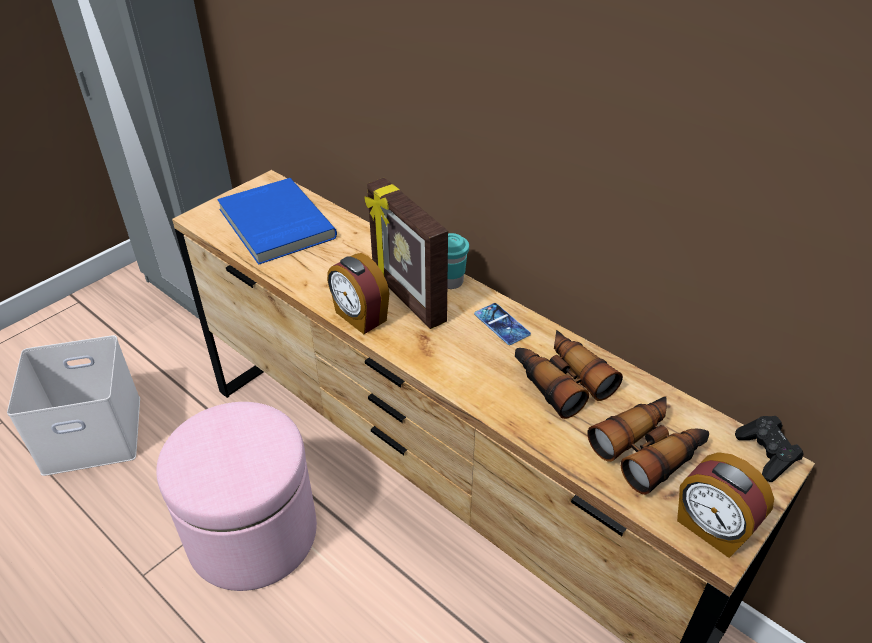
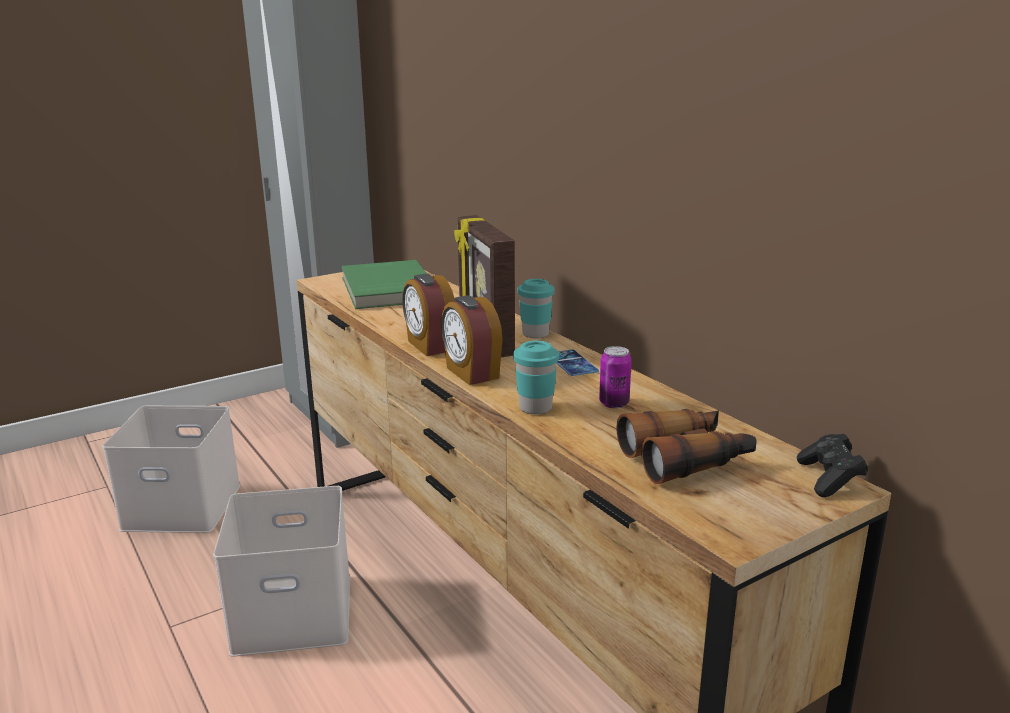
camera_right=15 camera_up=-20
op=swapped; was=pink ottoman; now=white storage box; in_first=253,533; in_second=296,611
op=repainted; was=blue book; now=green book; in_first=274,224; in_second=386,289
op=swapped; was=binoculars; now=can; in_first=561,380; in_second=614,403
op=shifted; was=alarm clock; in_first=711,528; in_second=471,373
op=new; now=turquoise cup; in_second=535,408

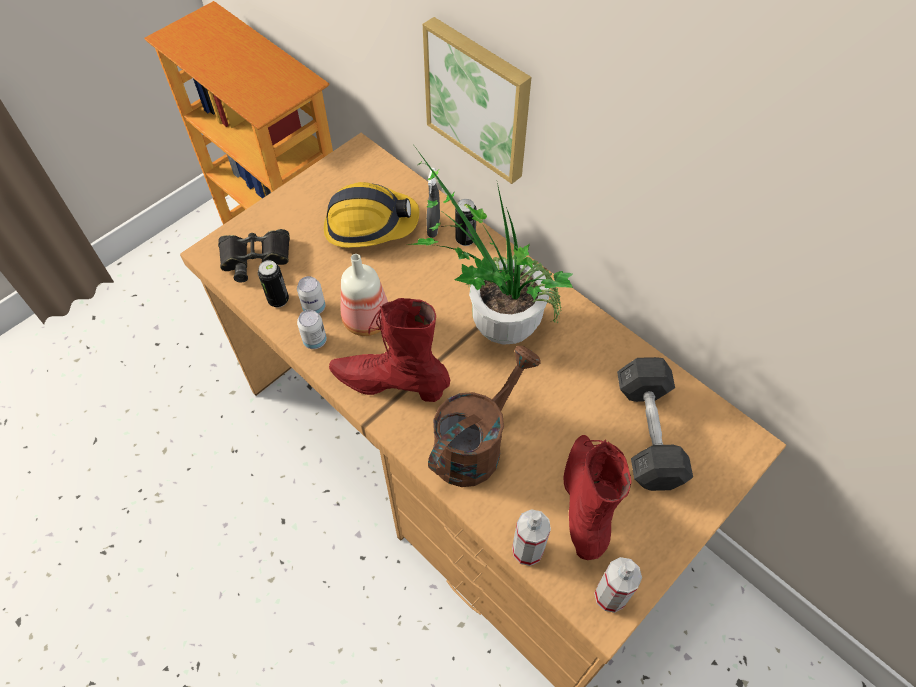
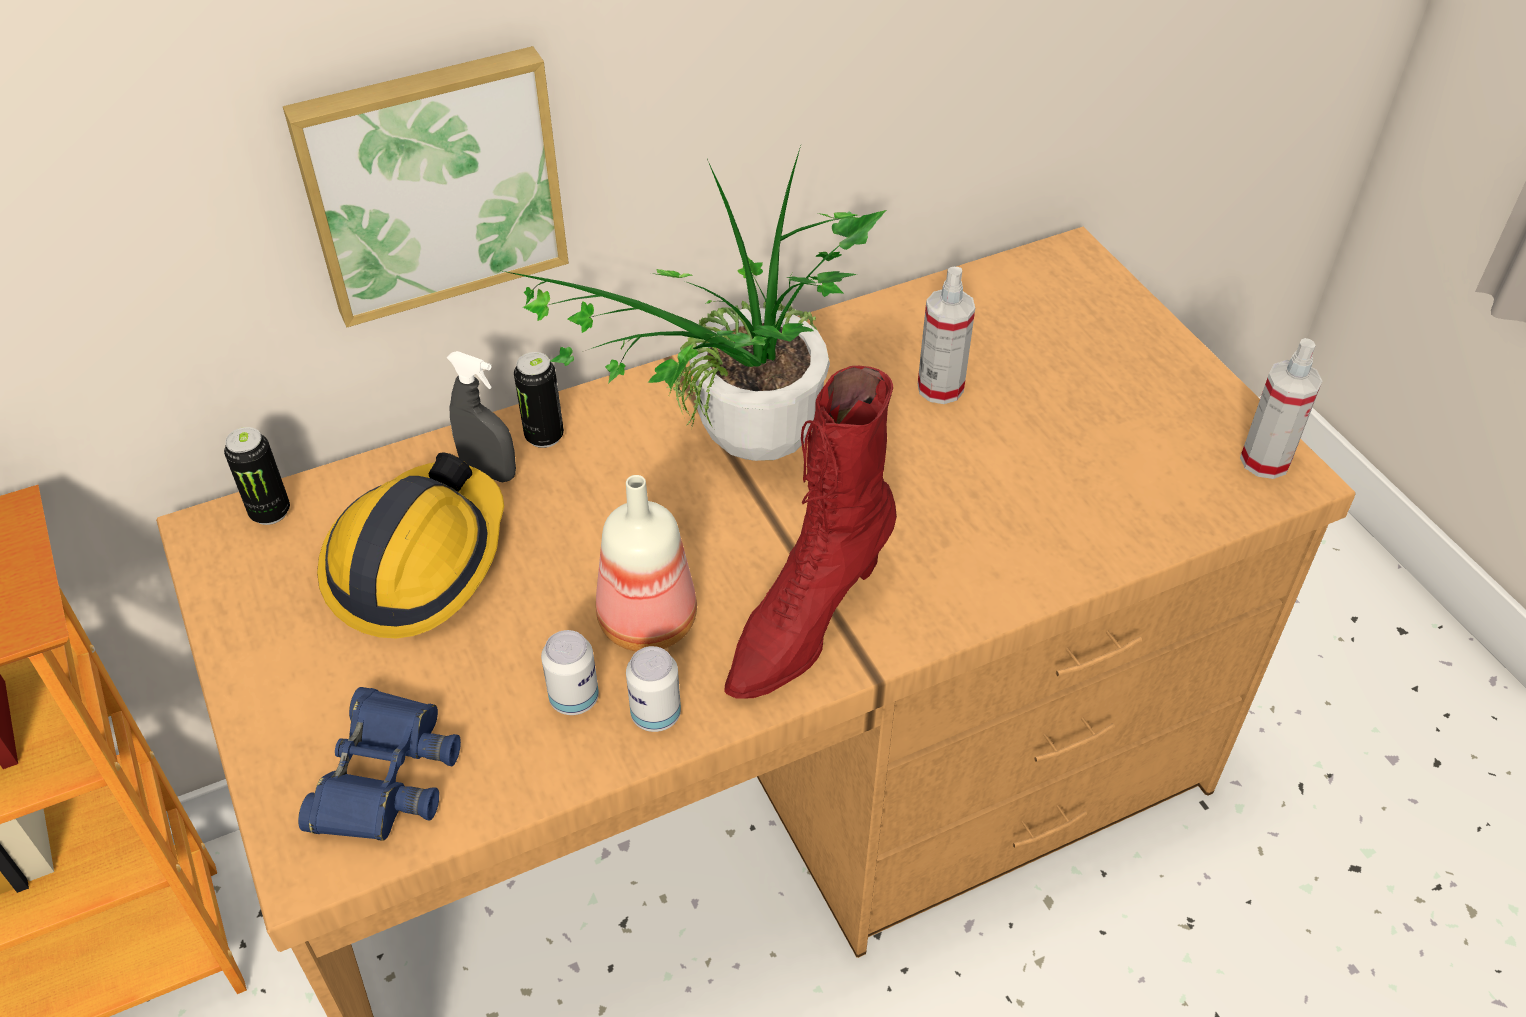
camera_right=-70 camera_up=-10
op=repainted; was=black binoculars; now=blue binoculars; in_first=256,259; in_second=384,775
op=shifted; was=can; in_first=278,300; in_second=270,512
op=gone; was=brown watering can; in_first=475,444
op=shifted; was=spray bottle; in_first=527,550; in_second=940,388
op=gone; was=red boot; in_first=584,503
op=gone; was=grey dumbbell; in_first=648,433

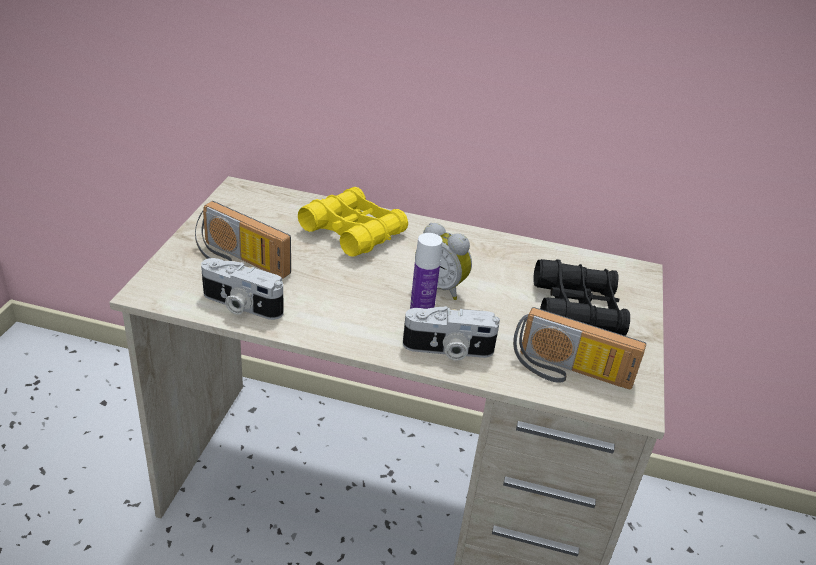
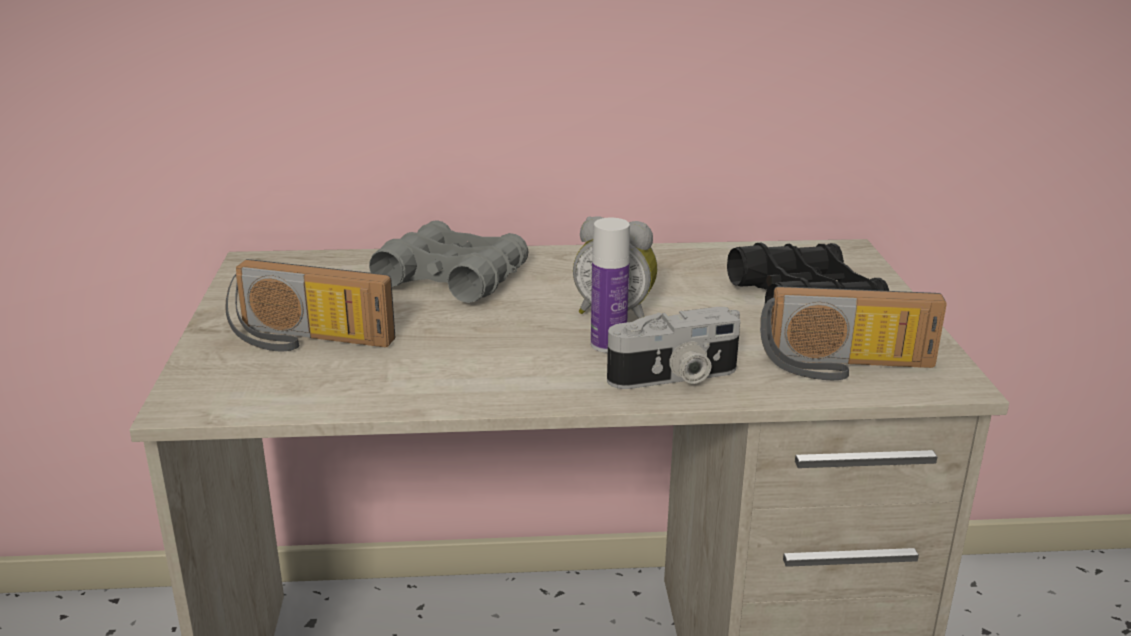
camera_right=-15 camera_up=-10
op=gone; was=photo camera; in_first=240,305
op=repainted; was=yellow binoculars; now=grey binoculars; in_first=353,231; in_second=452,278

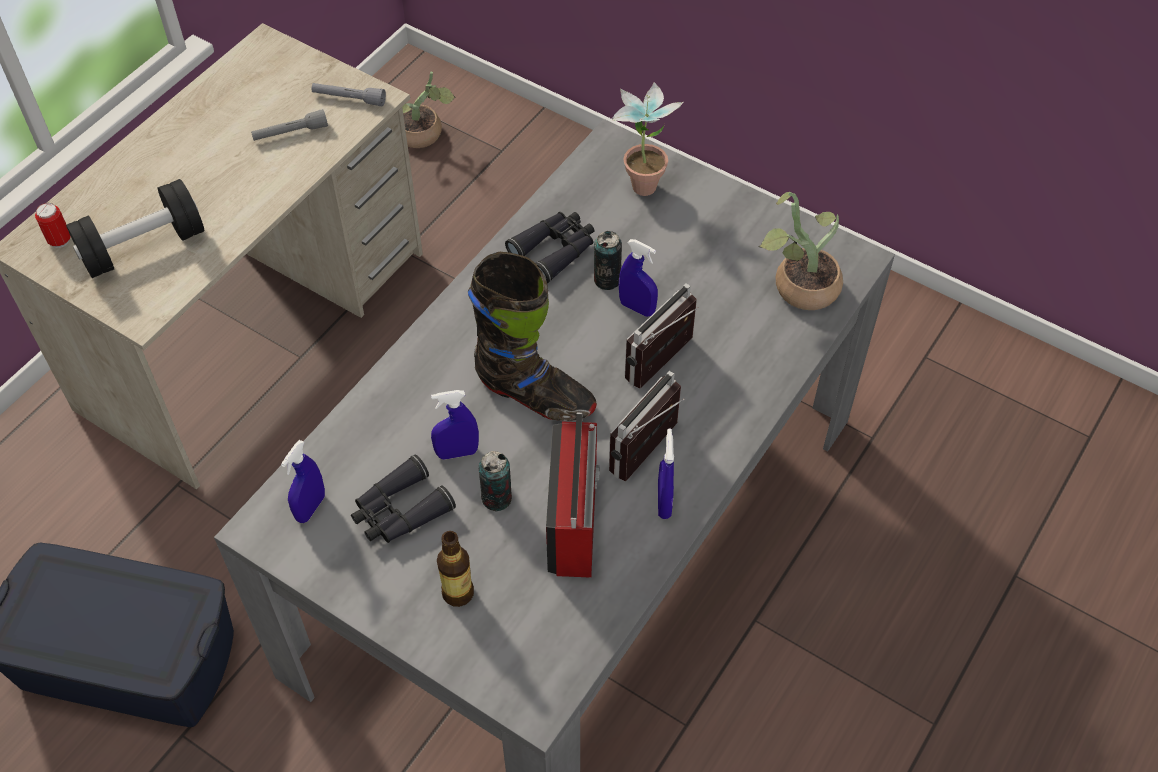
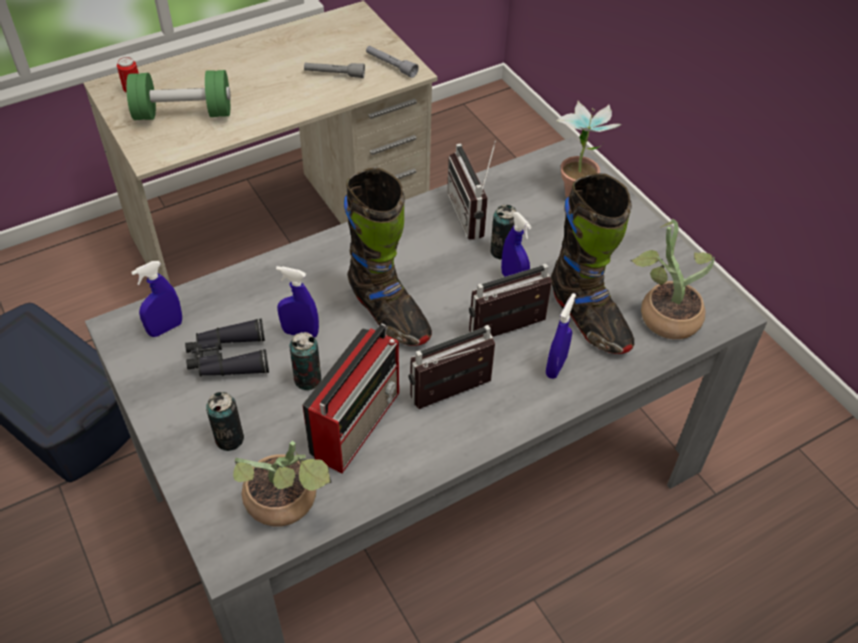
camera_right=25 camera_up=-5
op=repainted; was=black dumbbell; now=green dumbbell; in_first=143,247; in_second=183,113
op=shifted; was=potted plant; in_first=424,135; in_second=286,504
op=swapped; was=bottle; now=can; in_first=458,593; in_second=229,439
op=swapped; was=black binoculars; now=radio; in_first=555,250; in_second=474,215
op=shifted; was=blue spray bottle; in_first=664,502; in_second=556,366
op=new; now=black boot; in_second=588,320

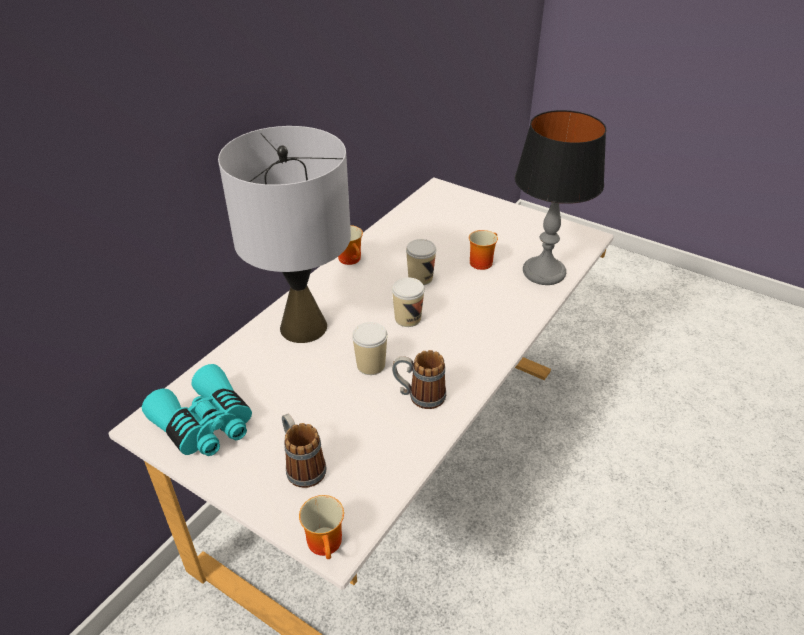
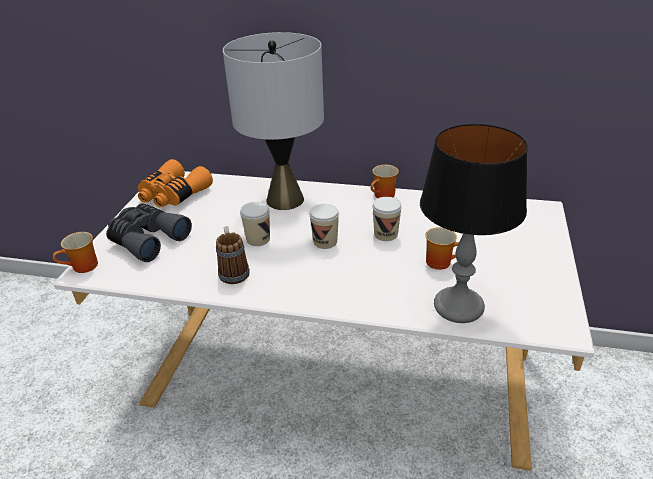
camera_right=70 camera_up=-5
op=repainted; was=turquoise binoculars; now=orange binoculars; in_first=205,425; in_second=173,195
op=swapped; was=mug; now=grey binoculars; in_first=302,466; in_second=147,239

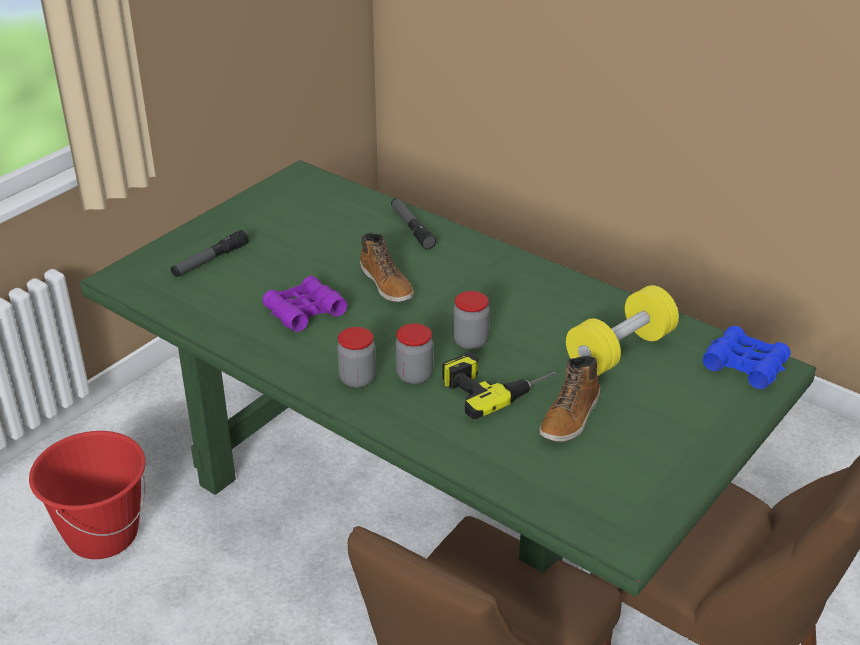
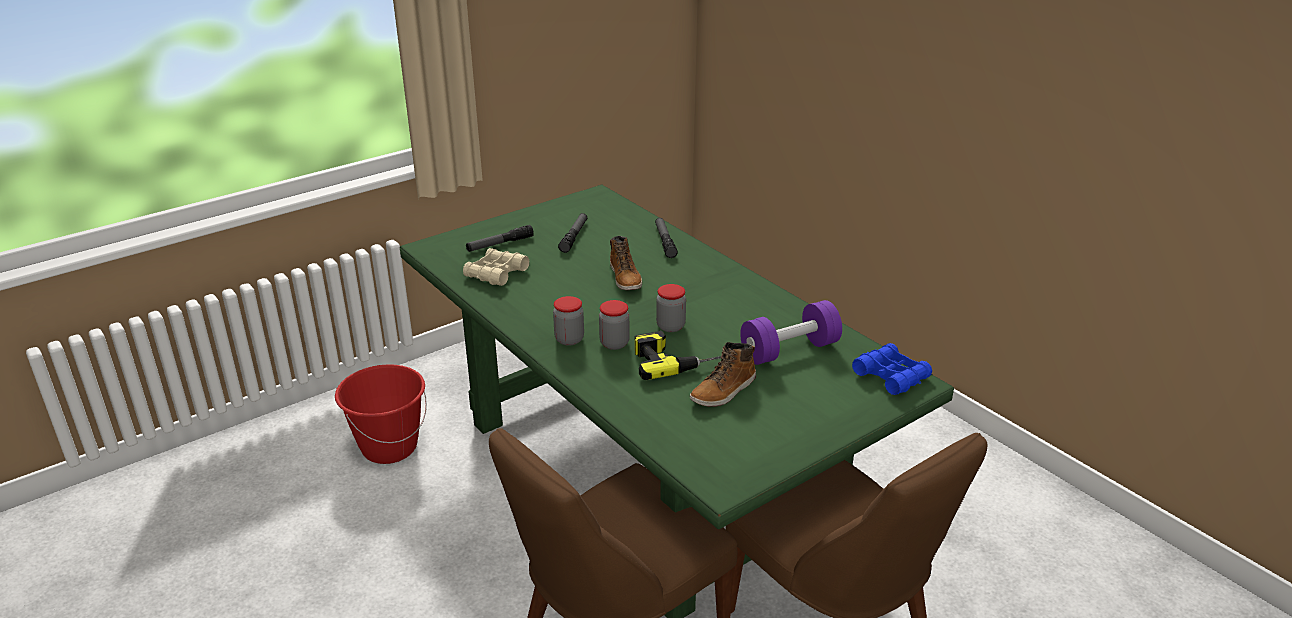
camera_right=15 camera_up=-5
op=gone; was=purple binoculars; in_first=304,312
op=repainted; was=yellow dumbbell; now=purple dumbbell; in_first=620,351; in_second=789,350
op=new; now=beige binoculars; in_second=496,274
op=new; now=flashlight; in_second=574,237

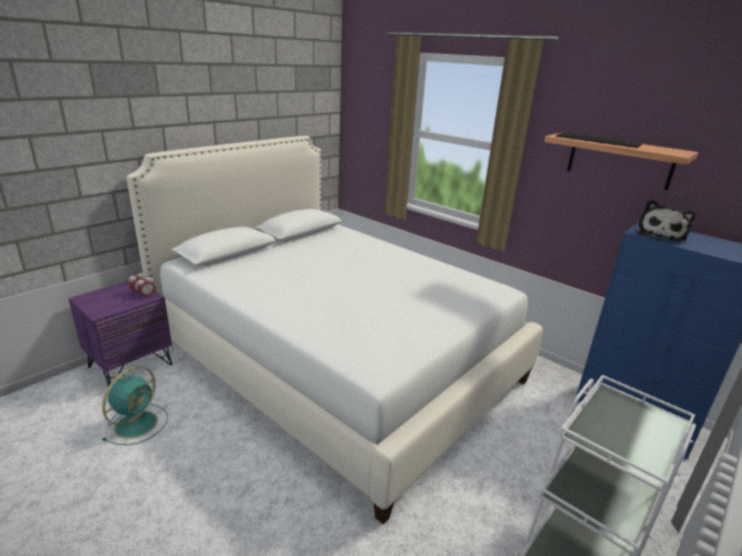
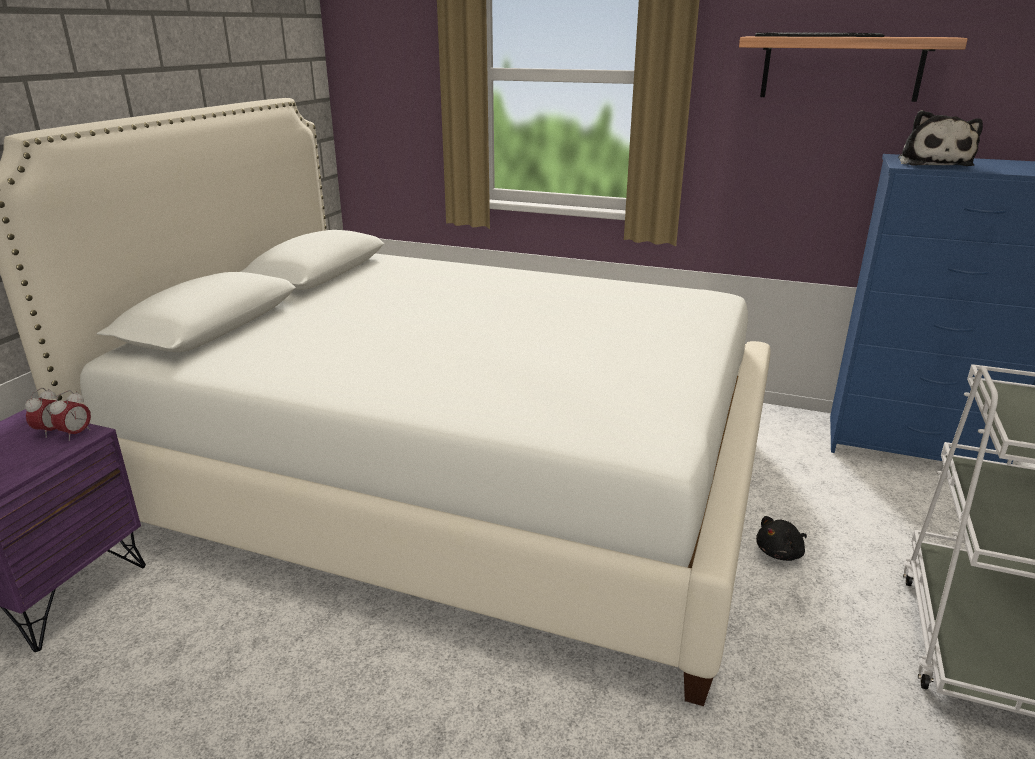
camera_right=-20 camera_up=0
op=gone; was=turquoise fan; in_first=137,423
op=new; now=black plush toy; in_second=780,553

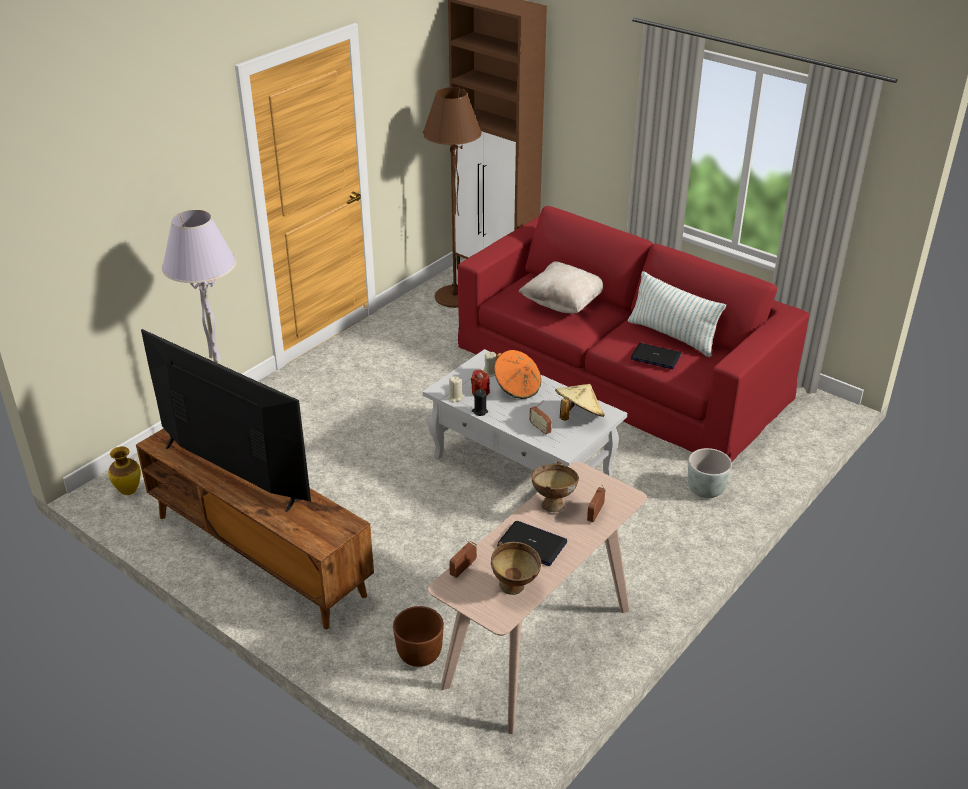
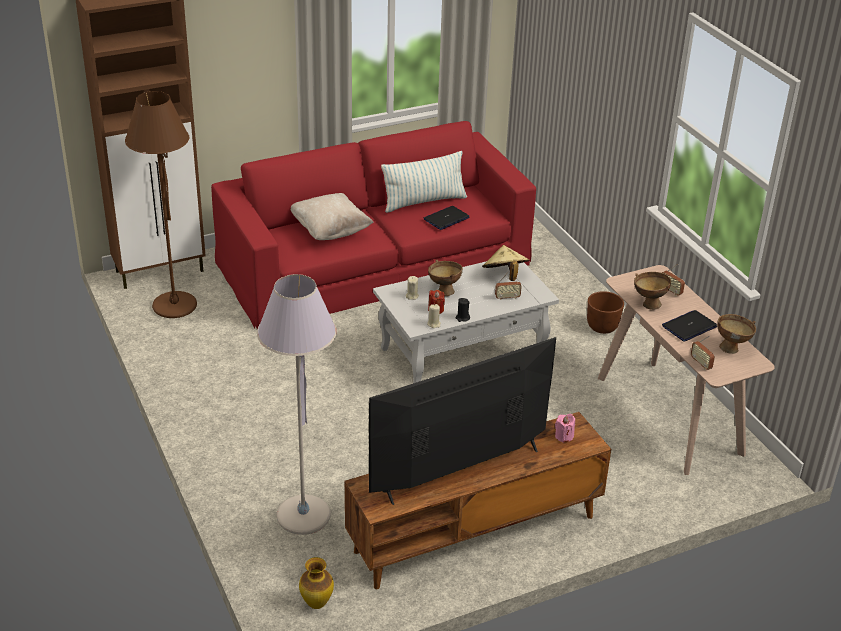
camera_right=-65 camera_up=0
op=shifted; was=brown planter; in_first=420,655; in_second=602,327
op=swapped; was=orange hat; now=brown bowl; in_first=517,388; in_second=444,290
op=gone; was=grey planter; in_first=706,490
op=new; now=pink candle; in_second=564,436

